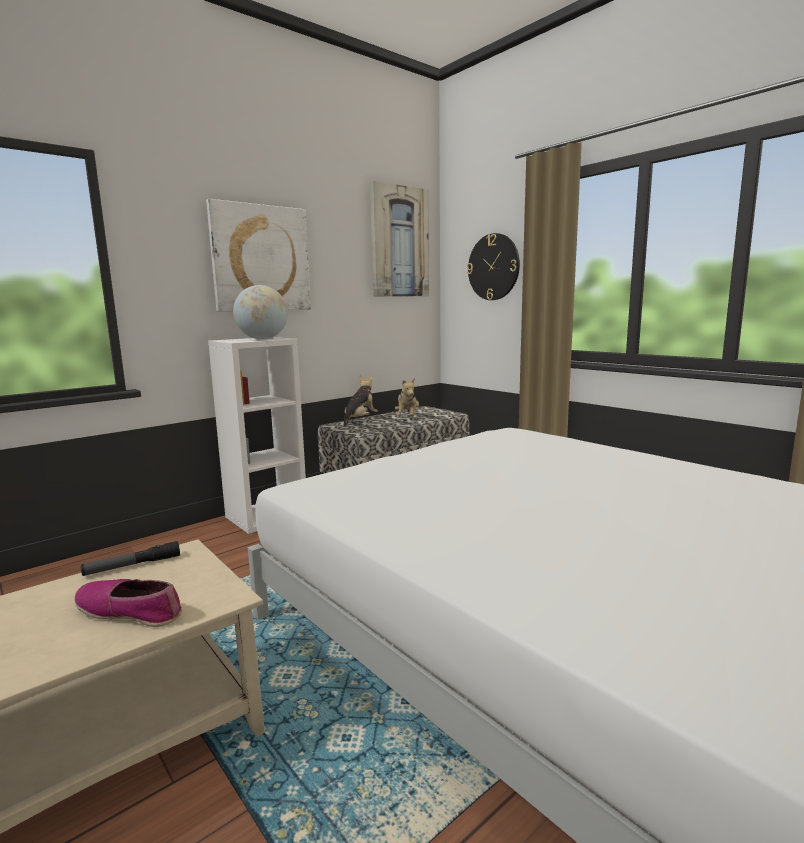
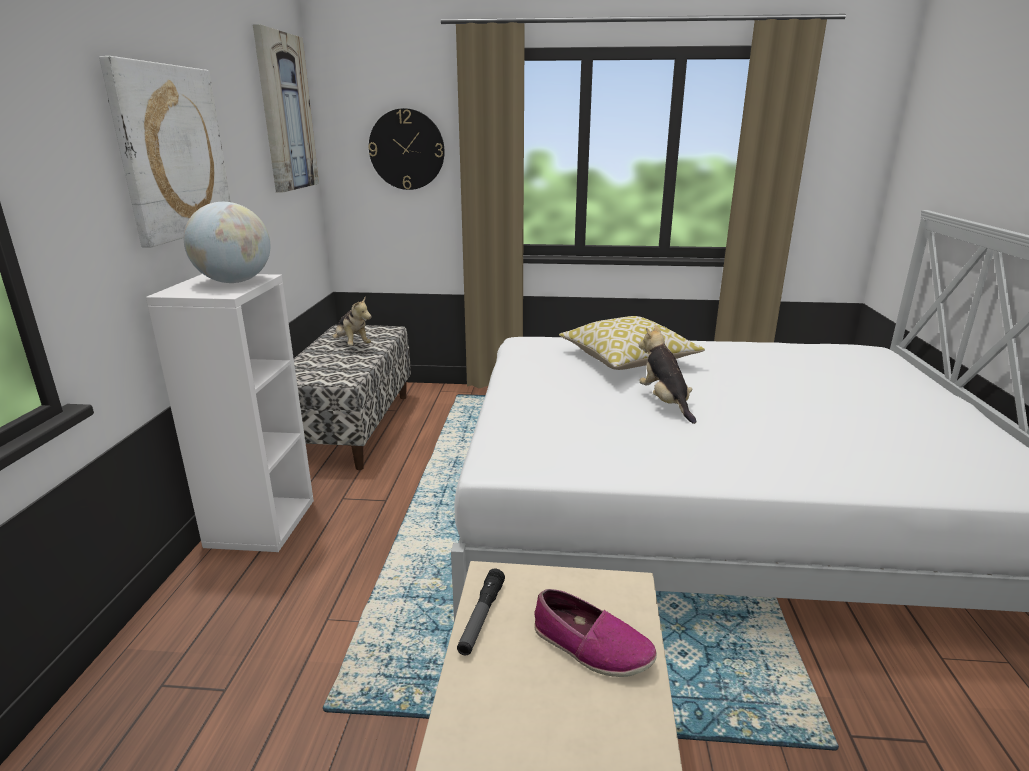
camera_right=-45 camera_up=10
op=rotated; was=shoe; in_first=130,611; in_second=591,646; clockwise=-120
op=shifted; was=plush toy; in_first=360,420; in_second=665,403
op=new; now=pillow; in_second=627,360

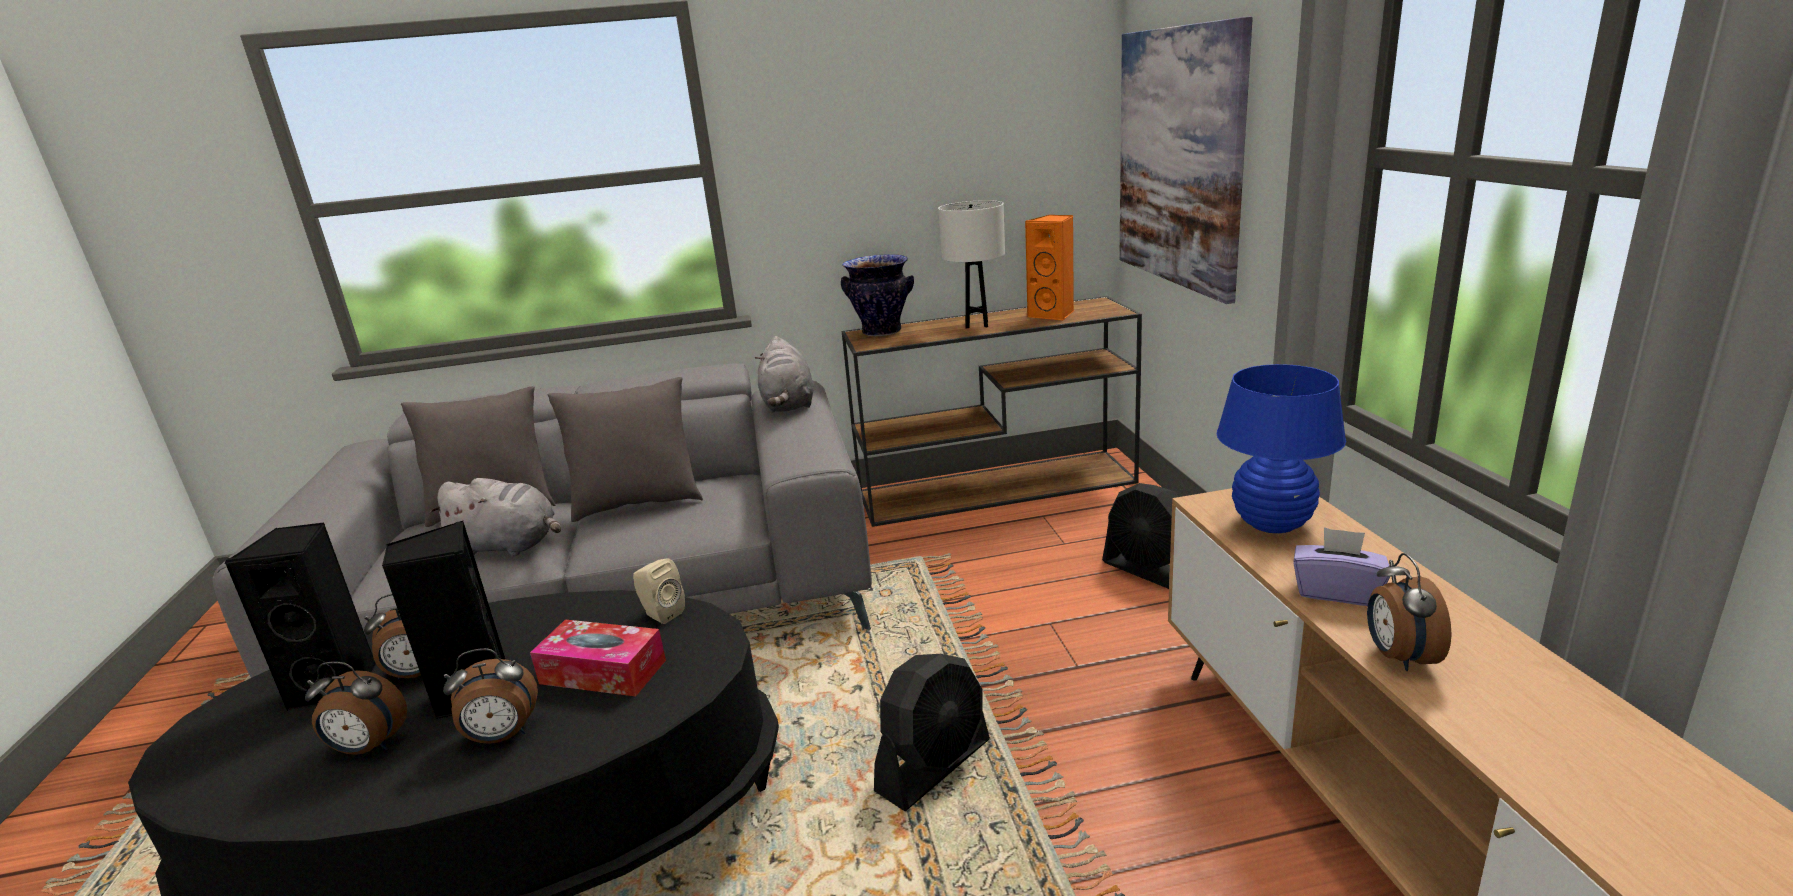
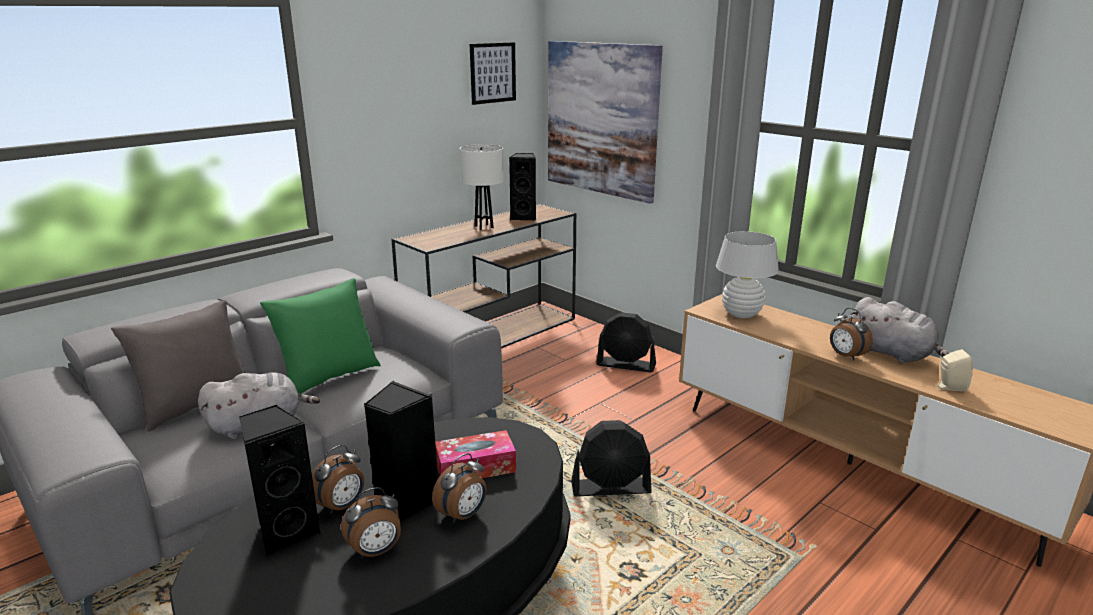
camera_right=-35 camera_up=0
op=repainted; was=grey pillow; now=green pillow; in_first=638,503; in_second=329,377
op=shifted; was=beige speaker; in_first=661,614; in_second=949,387
op=shifted; was=grey plush toy; in_first=788,405; in_second=893,354
op=gone; was=vase; in_first=882,332
op=rotated; was=black fan; in_first=934,766; in_second=611,488; clockwise=75
op=repainted; was=orange speaker; now=black speaker; in_first=1053,314; in_second=524,217
op=repainted; was=blue table lamp; now=white table lamp; in_first=1271,523; in_second=741,314
op=gone; was=purple tissue box; in_first=1336,591
op=new; now=picture; in_second=492,73

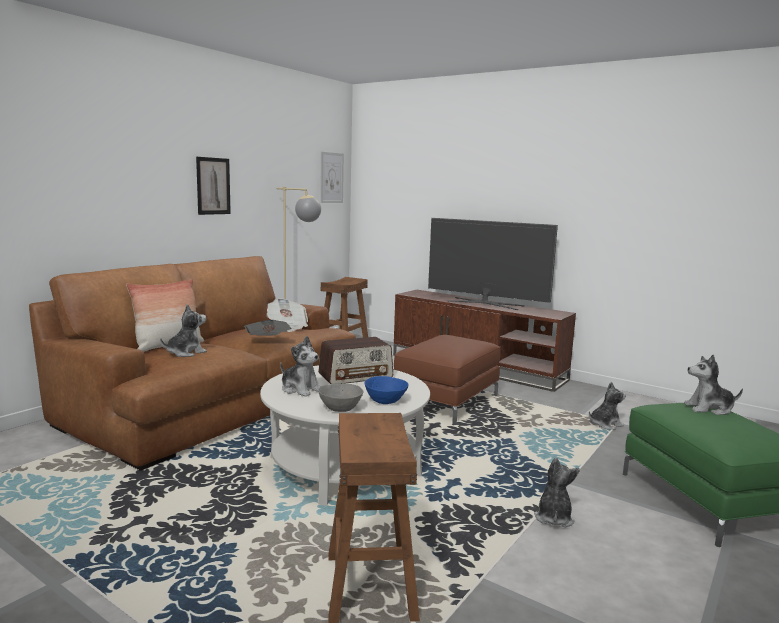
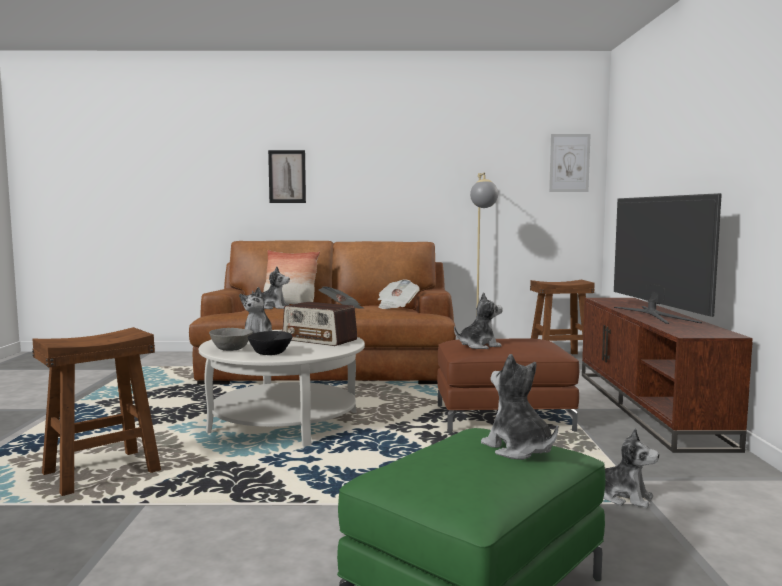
camera_right=55 camera_up=-5
op=shifted; was=picture; in_first=213,186; in_second=287,176
op=repainted; was=blue bowl; now=black bowl; in_first=385,401; in_second=270,353
op=shifted; was=plush toy; in_first=553,517; in_second=478,346

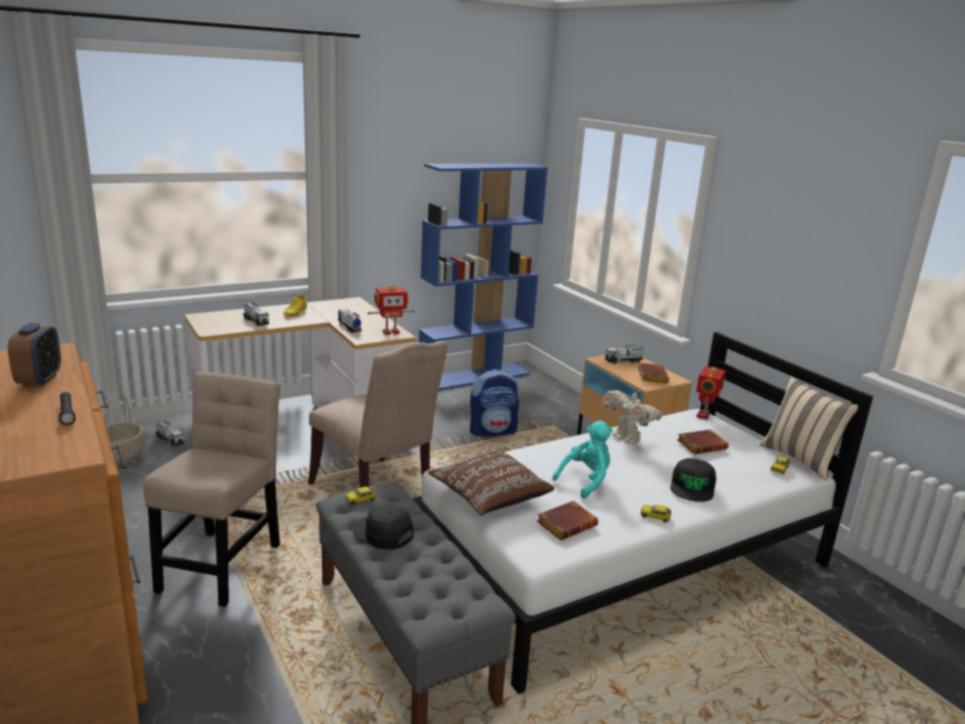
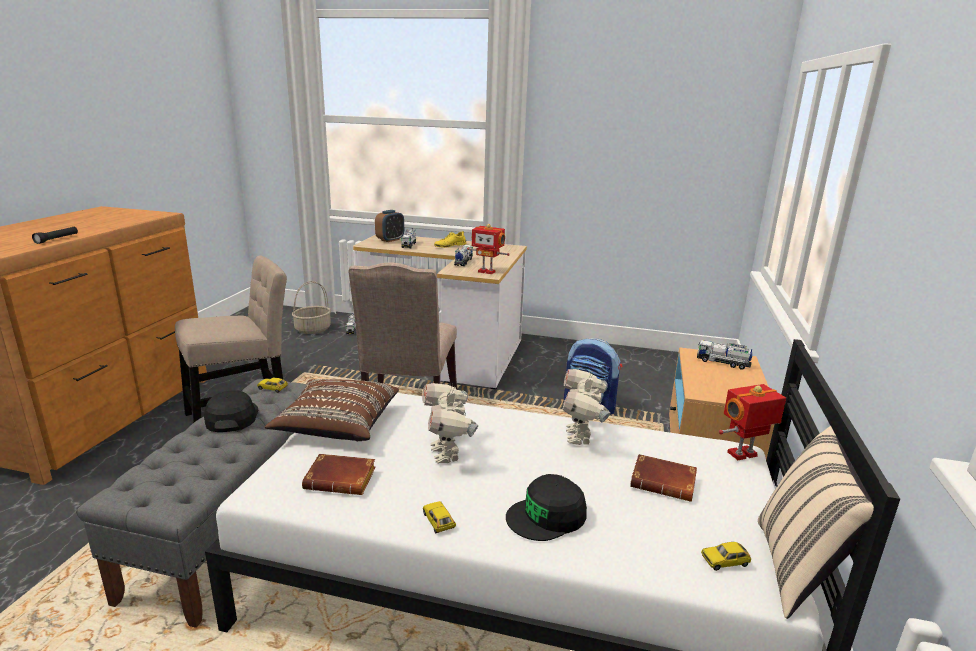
camera_right=45 camera_up=0
op=shifted; was=alarm clock; in_first=39,380; in_second=390,240
op=gone; was=blue bookcase; in_first=474,376
op=swapped; was=turquoise plush toy; now=toy robot; in_first=585,481; in_second=447,453
op=gone; was=brown book; in_first=650,376

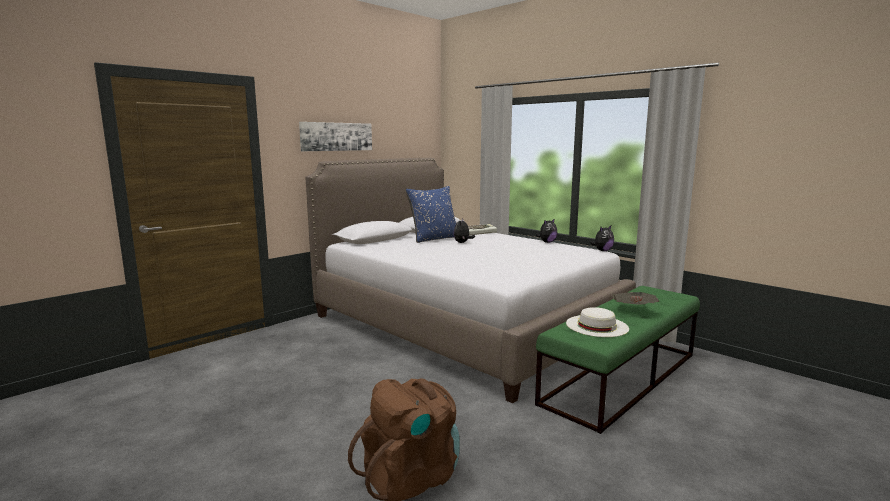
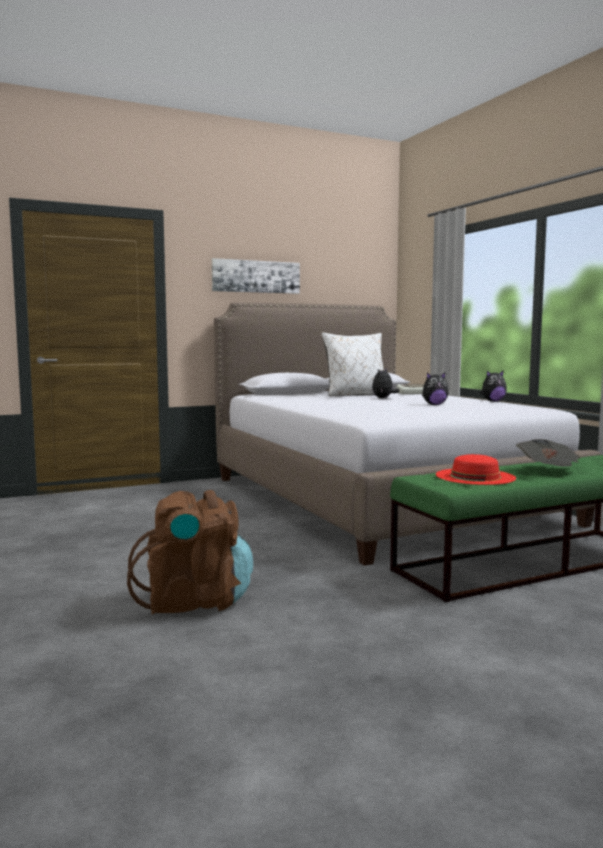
camera_right=20 camera_up=-5
op=repainted; was=blue pillow; now=white pillow; in_first=434,238; in_second=356,395
op=repainted; was=white hat; now=red hat; in_first=597,325; in_second=475,476
op=shifted; was=plush toy; in_first=602,251; in_second=434,405

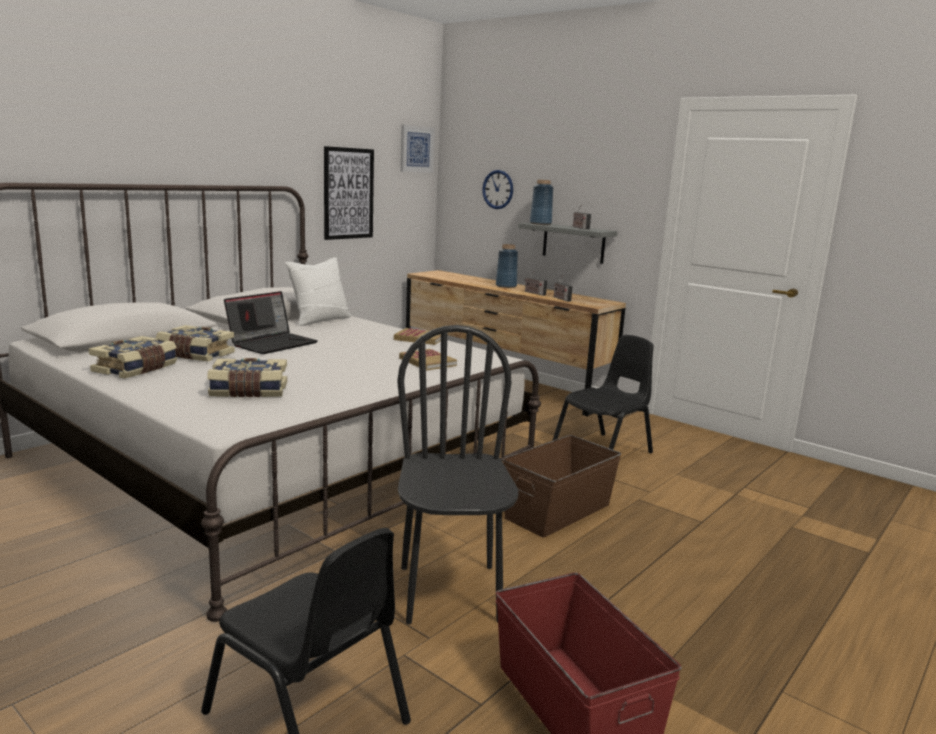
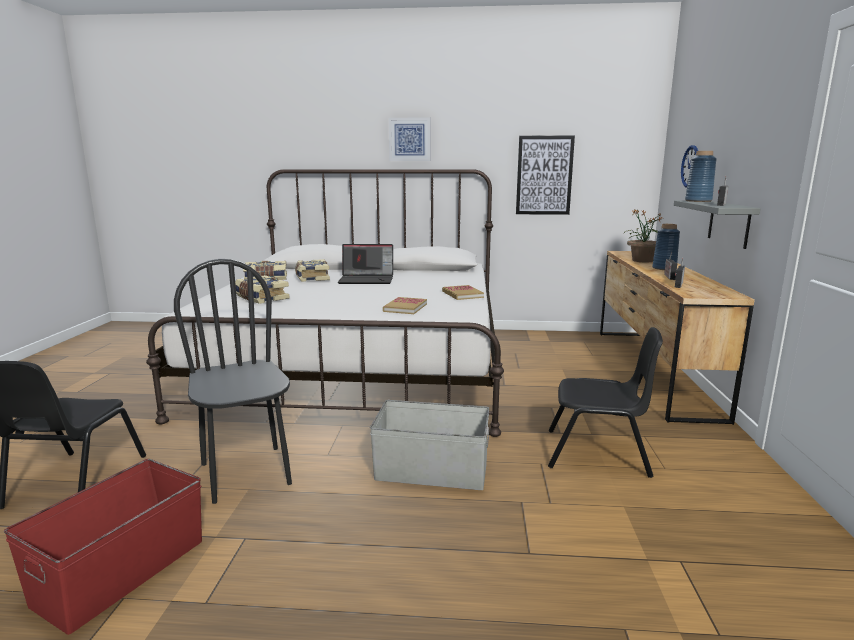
camera_right=55 camera_up=0
op=gone; was=white pillow; in_first=320,320
op=rotated; was=black chair; in_first=450,593; in_second=246,473; clockwise=-75
op=shifted; was=picture; in_first=416,149; in_second=409,139
op=repainted; was=brown storage box; now=grey storage box; in_first=559,511; in_second=432,472
op=new; now=potted plant; in_second=642,261

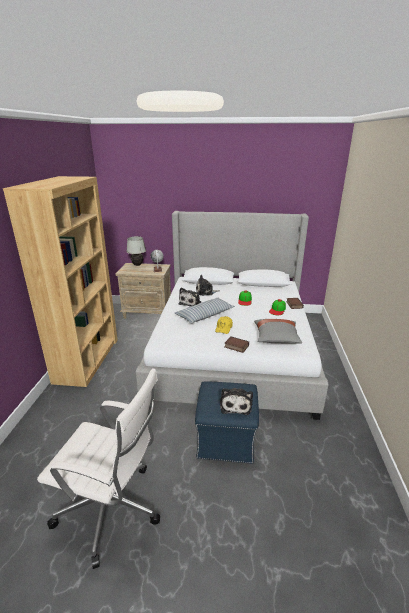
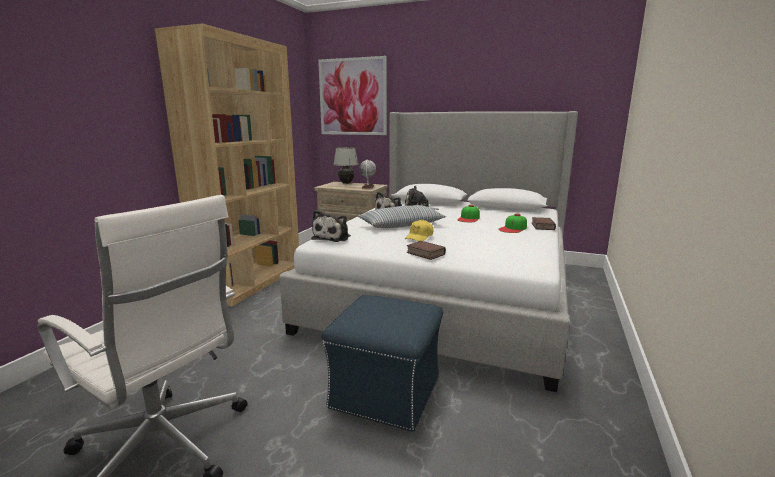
camera_right=15 camera_up=-10
op=shifted; was=plush toy; in_first=235,405; in_second=333,237
op=gone; was=grey pillow; in_first=276,339
op=new; now=picture; in_second=352,97

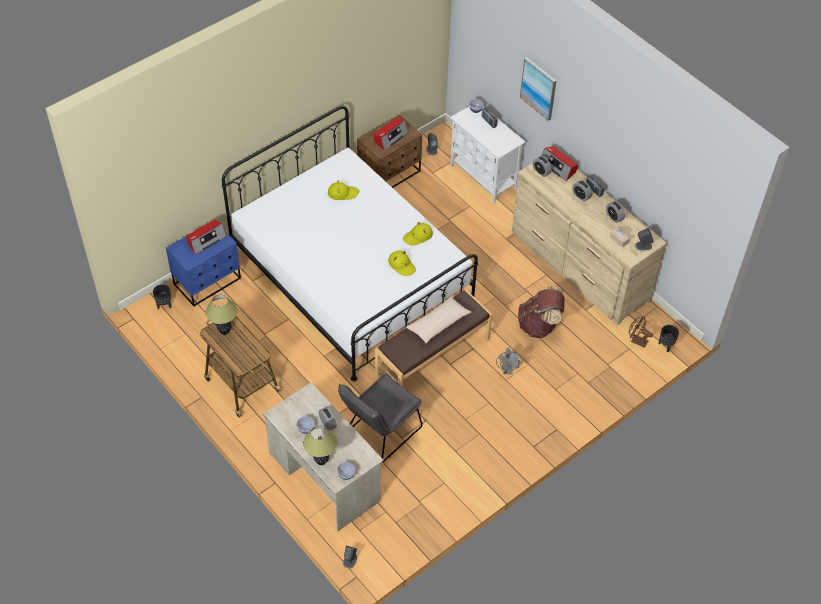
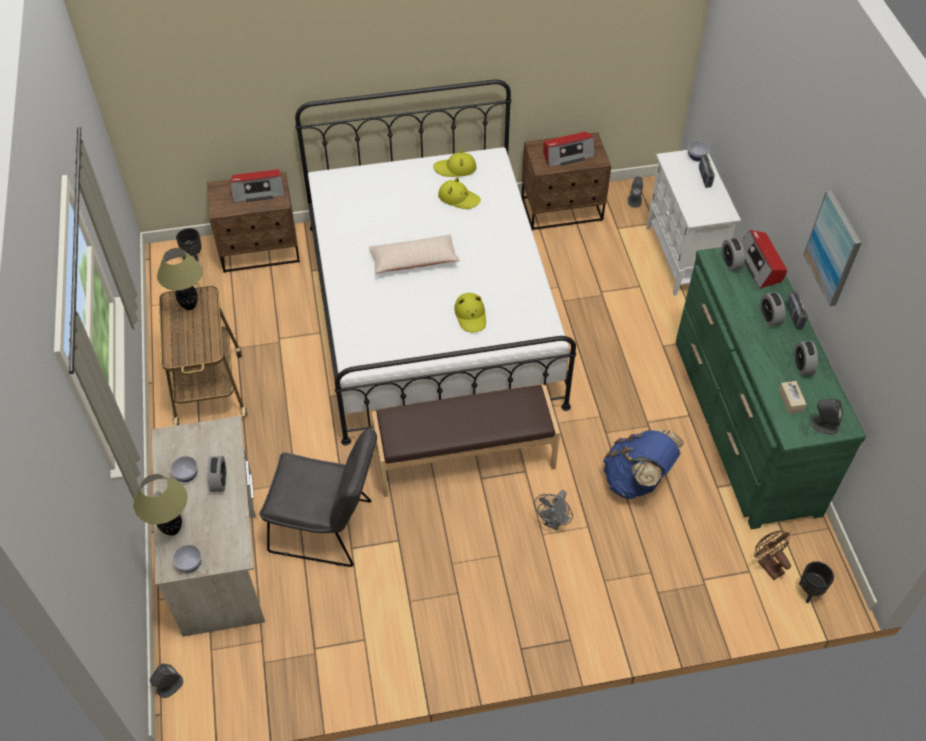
camera_right=30 camera_up=0
op=repainted; was=blue nightstand; now=brown nightstand; in_first=208,282; in_second=260,251
op=rotated; was=grey chair; in_first=379,433; in_second=328,528; clockwise=-150
op=shifted; was=yellow hat; in_first=418,236; in_second=455,168
op=shifted; was=beige pillow; in_first=438,324; in_second=414,260
op=repainted; was=beige dresser; now=green dresser; in_first=579,266; in_second=743,423
op=repainted; was=brown backpack; now=blue backpack; in_first=539,325; in_second=637,480
op=shifted; was=picture; in_first=539,88; in_second=833,248

